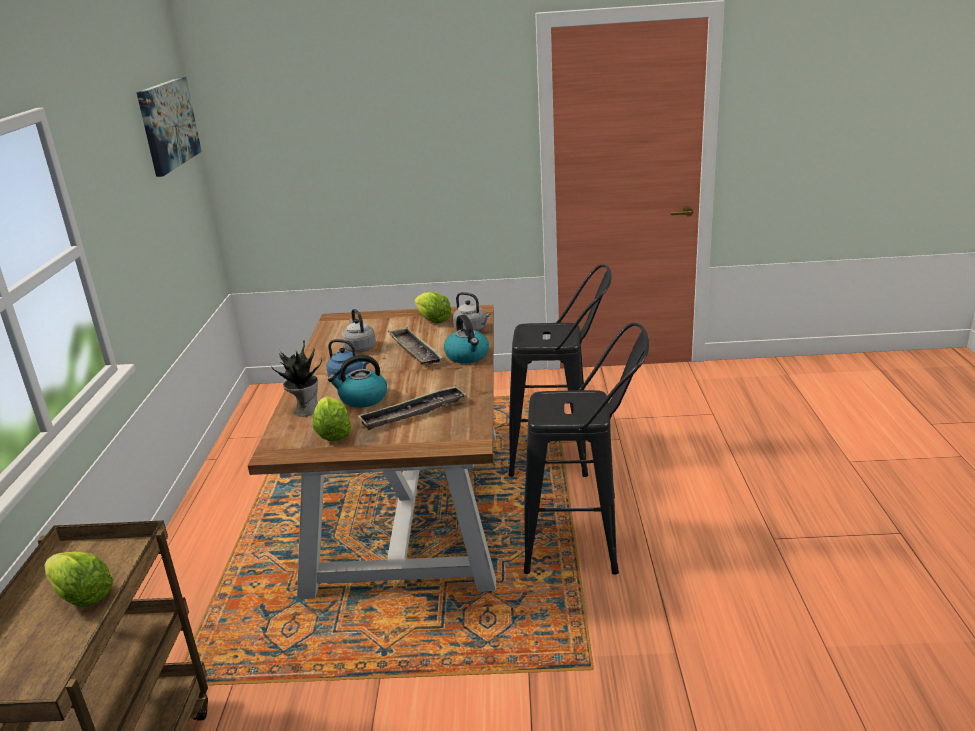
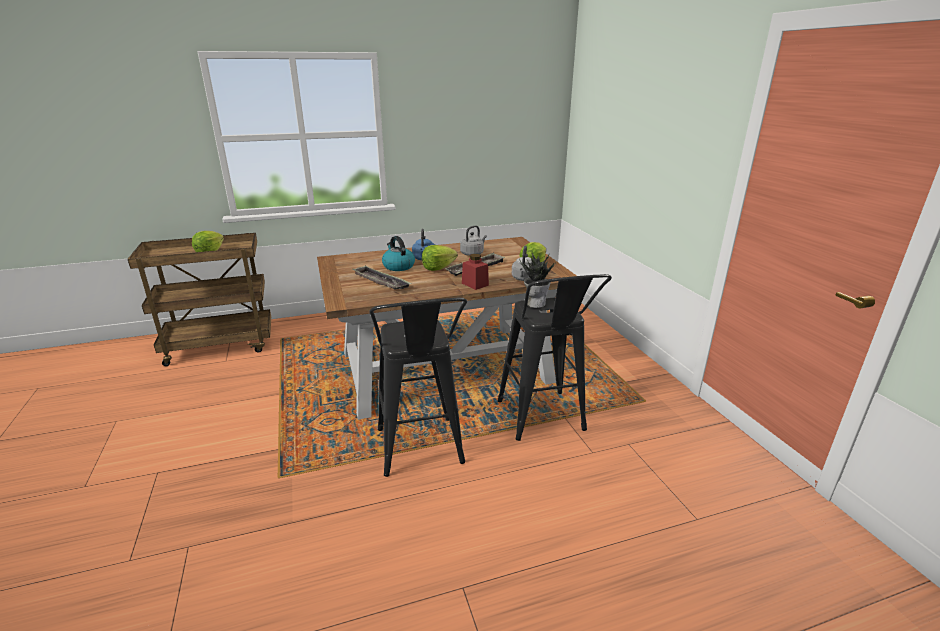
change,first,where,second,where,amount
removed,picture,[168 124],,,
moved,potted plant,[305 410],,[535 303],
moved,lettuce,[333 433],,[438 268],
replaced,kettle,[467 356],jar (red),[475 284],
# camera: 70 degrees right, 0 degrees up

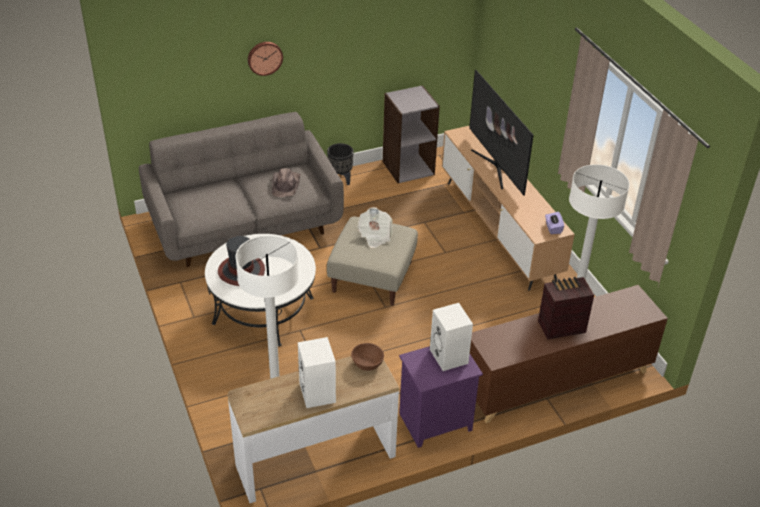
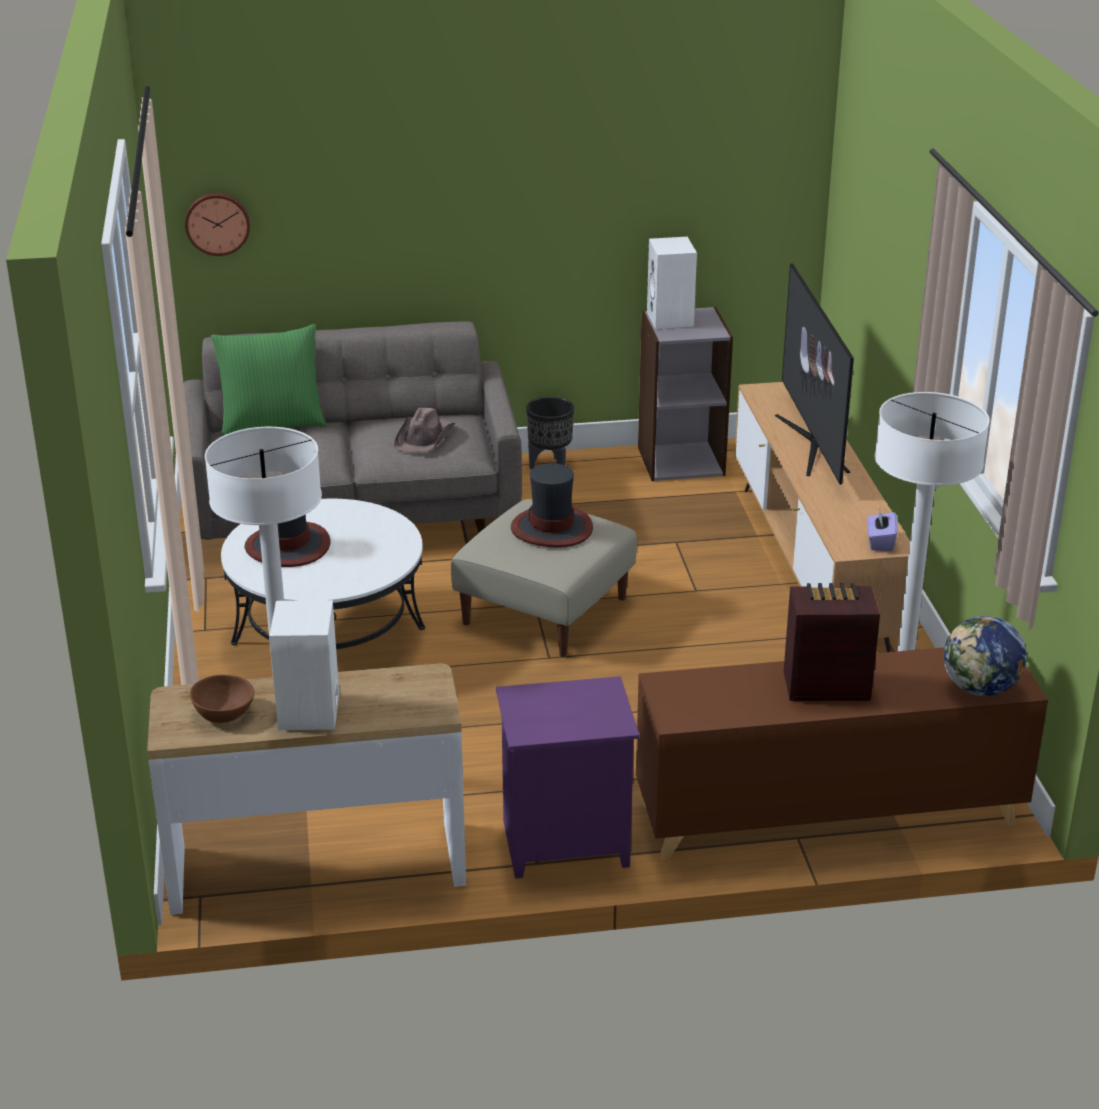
change,first,where,second,where,amount
added,,,pillow (green),[272 424],
added,,,globe,[980 689],
moved,wall clock,[264 57],,[217 223],
moved,bowl (brown),[367 364],,[223 714],
moved,speaker (white),[450 357],,[671 319],
replaced,newspaper,[375 236],hat,[552 528],
# camera: 15 degrees right, 10 degrees down

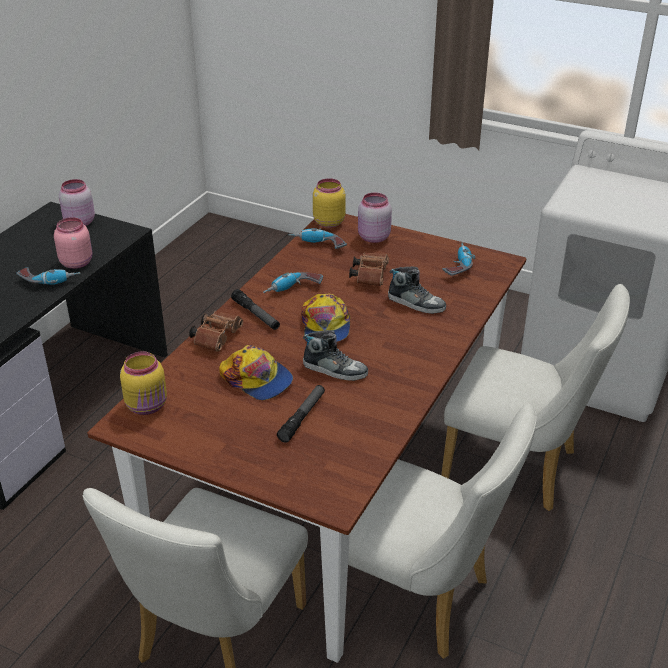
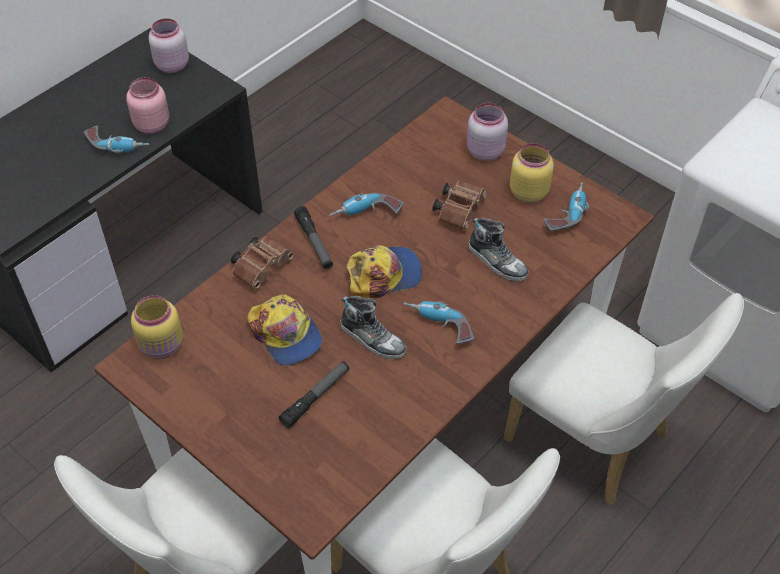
change,first,where,second,where,amount
moved,power drill,[317 246],,[438 326],
moved,jar (yellow),[328 222],,[527 192],
turned,cap,[325 326],,[384 275],120 degrees counterclockwise
# camera: 15 degrees right, 15 degrees up

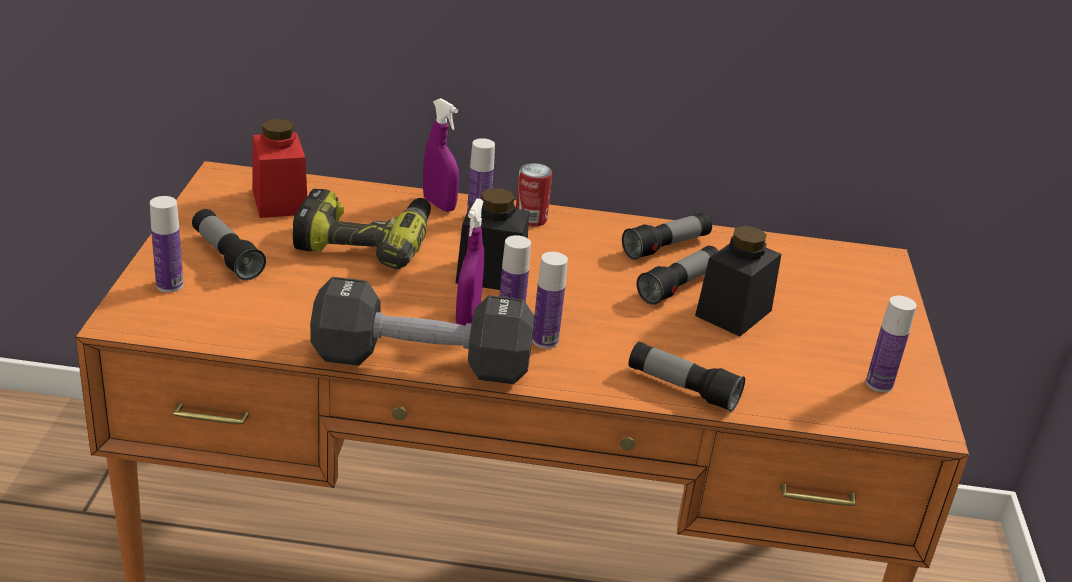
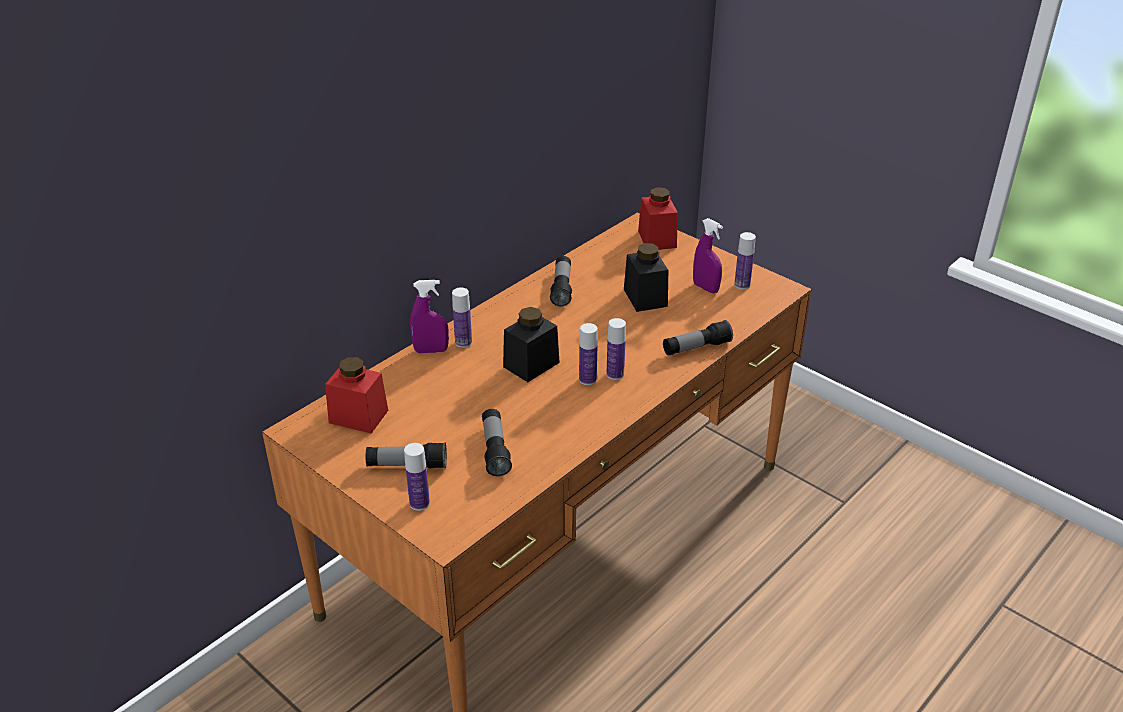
change,first,where,second,where,amount
removed,power drill,[365 241],,,
removed,dumbbell (black),[421 363],,,
removed,can,[531 219],,,
added,,,jar (red),[657 239],
moved,spray bottle (purple),[468 316],,[705 288],
moved,flashlight,[679 286],,[495 450],
# camera: 50 degrees left, 5 degrees up

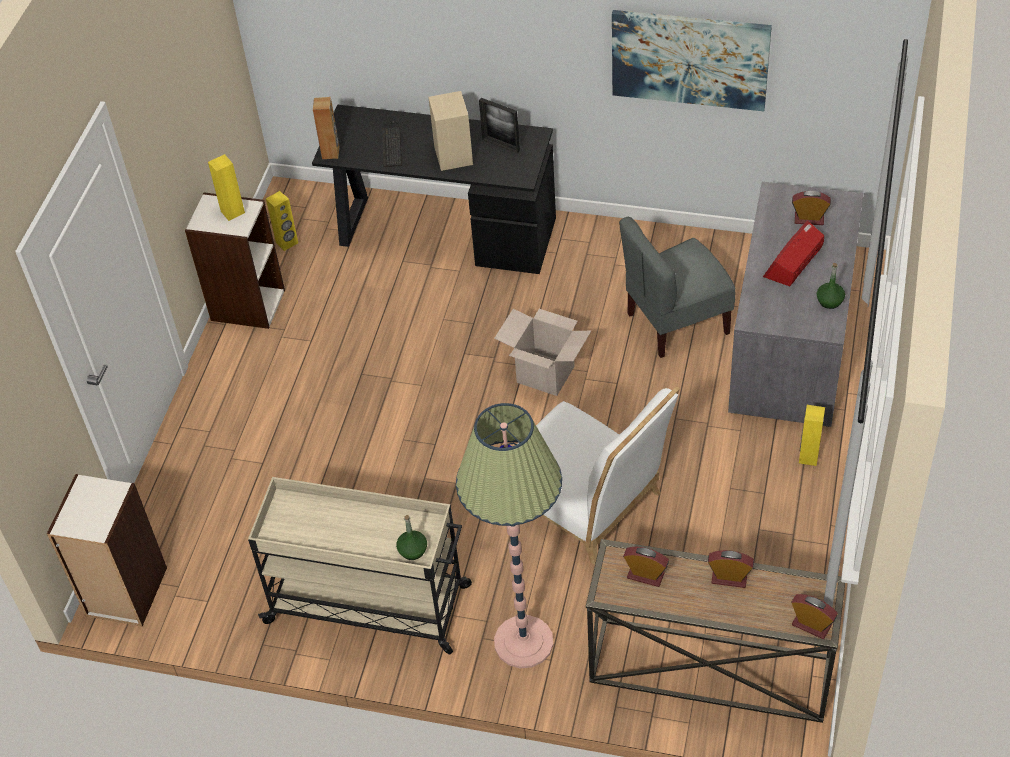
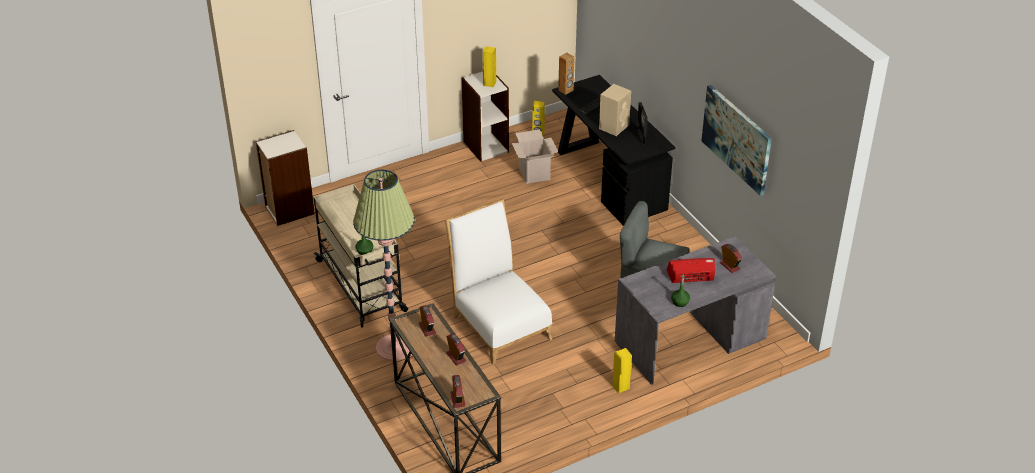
change,first,where,second,where,amount
moved,cardboard box,[545 374],,[534 174],
turned,chair (white),[587 503],,[498 323],150 degrees clockwise
# camera: 45 degrees right, 10 degrees down

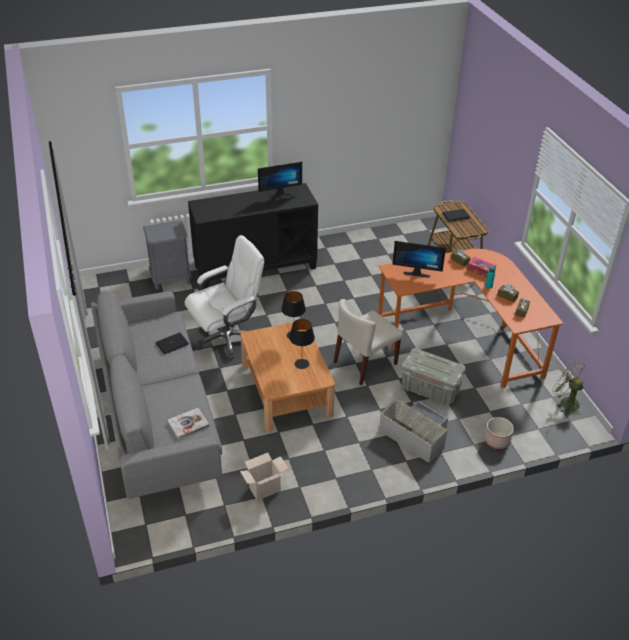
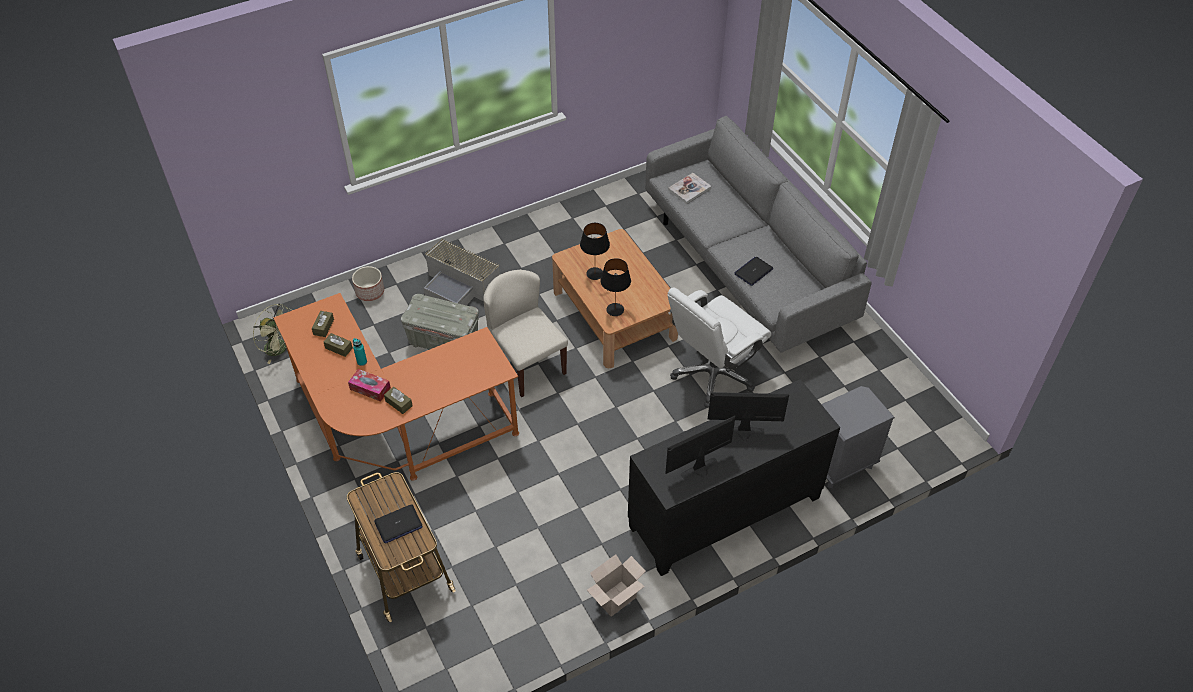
change,first,where,second,where,amount
moved,cardboard box,[265 488],,[616 600],
moved,monitor,[417 272],,[744 434],
turned,chair (beige),[365 363],,[526 364],75 degrees counterclockwise
# camera: 170 degrees right, 10 degrees up

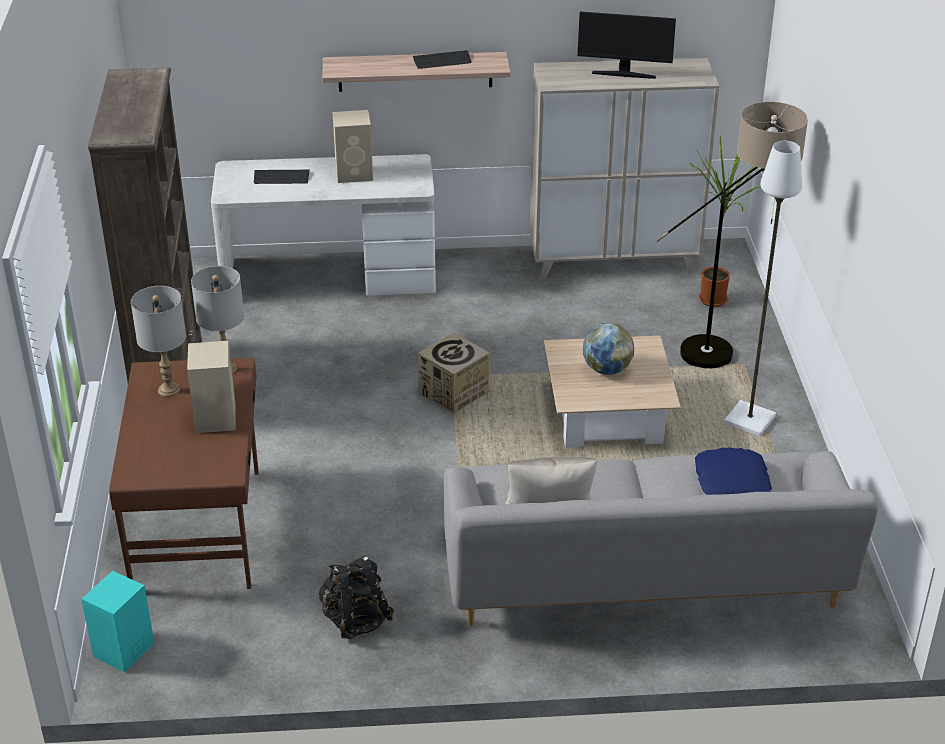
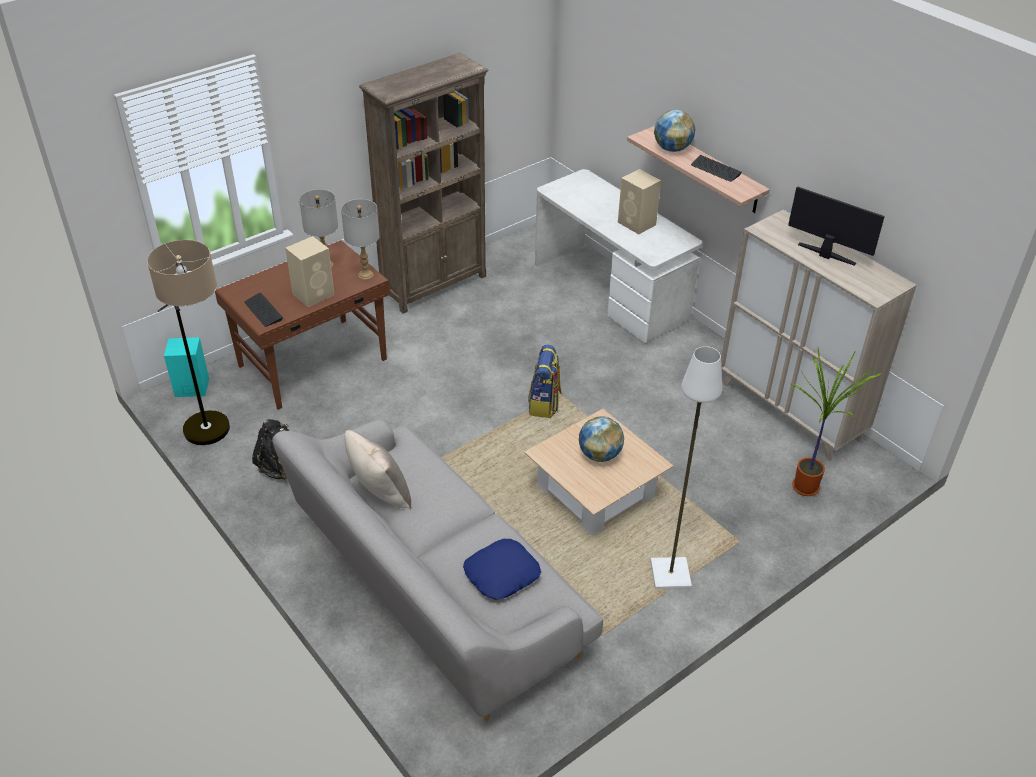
change,first,where,second,where,amount
added,,,globe,[672 149],
moved,keyboard,[281 178],,[263 311],
moved,floor lamp,[727 352],,[215 439],
replaced,cardboard box,[454 393],backpack,[544 404],
turned,monitor,[624 74],,[825 255],150 degrees clockwise
# camera: 55 degrees right, 5 degrees up

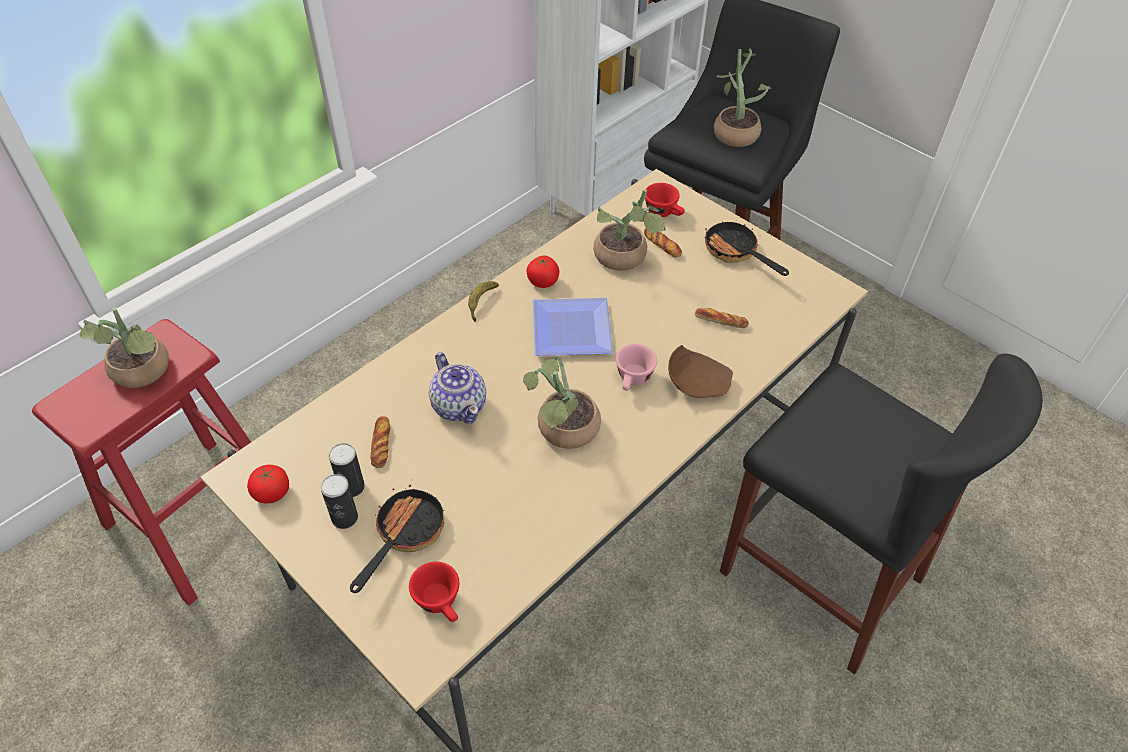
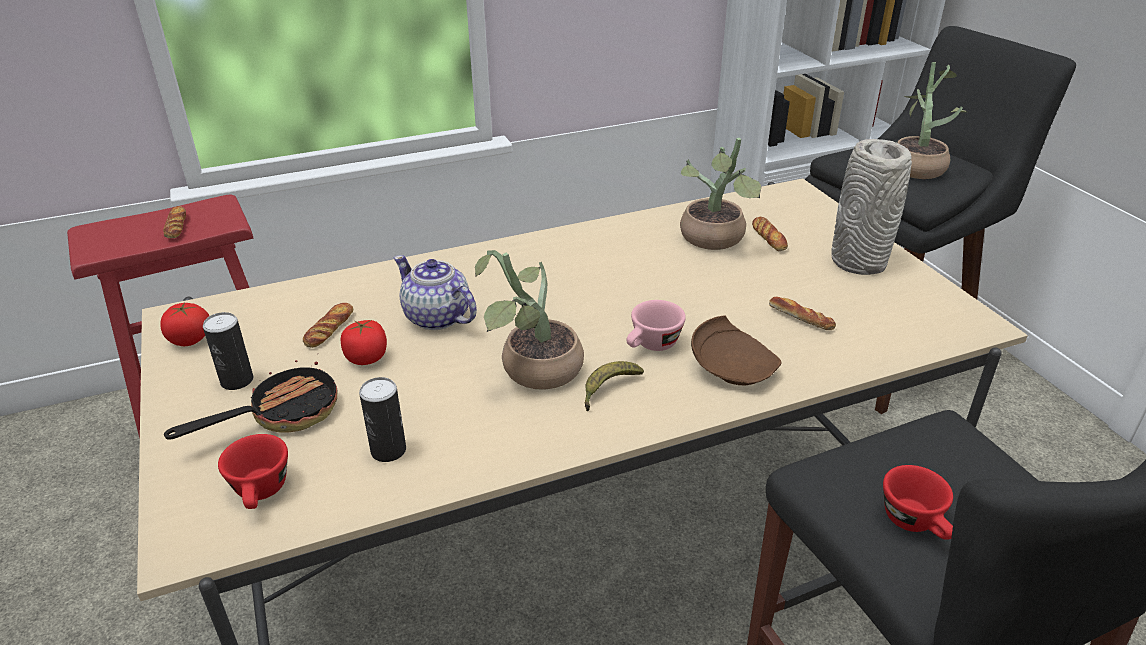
change,first,where,second,where,amount
removed,plate,[569 332],,,
moved,can,[351 487],,[388 450],
moved,banana,[481 303],,[608 389],
moved,tomato,[543 281],,[367 358],
moved,cup (red),[664 213],,[916 523],
replaced,potted plant,[143 374],bread,[176 226],
replaced,frying pan,[735 253],vase (grey),[858 262],
turned,teapot,[459 405],,[437 318],135 degrees clockwise
# camera: 25 degrees right, 15 degrees down

